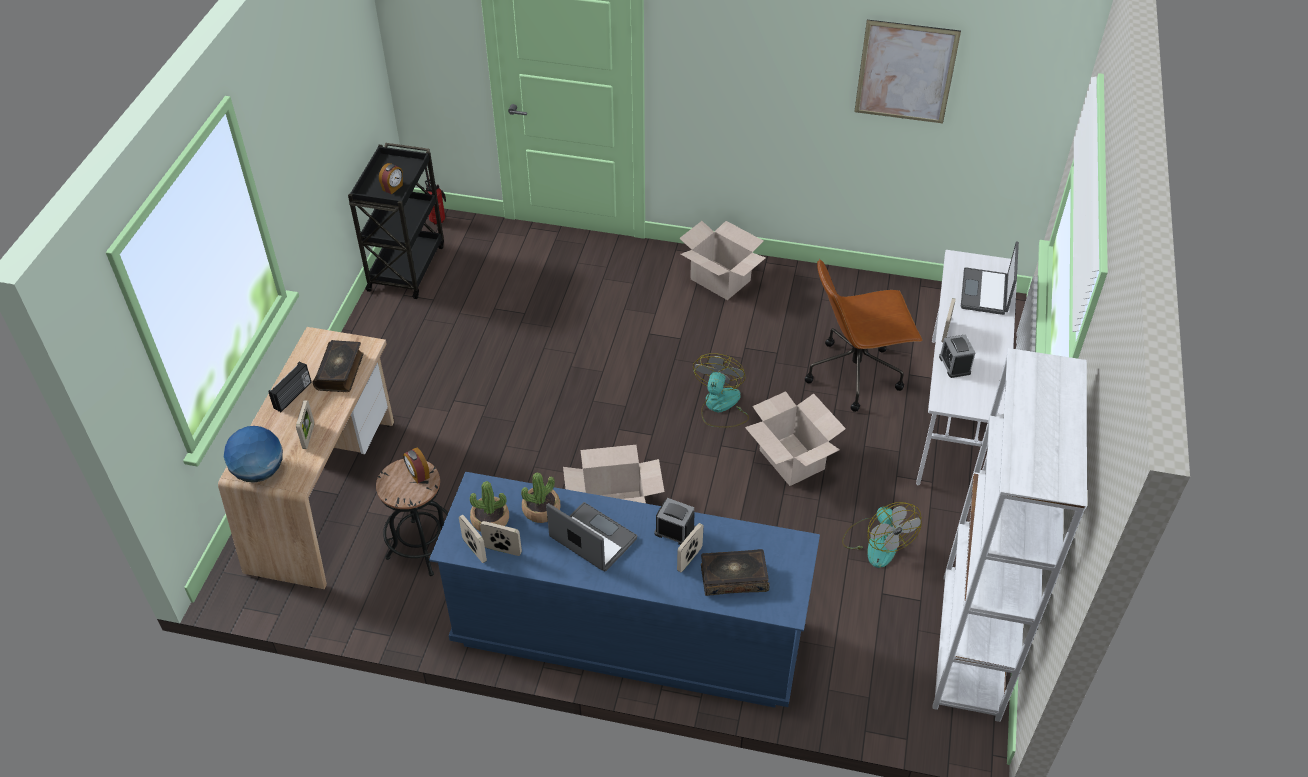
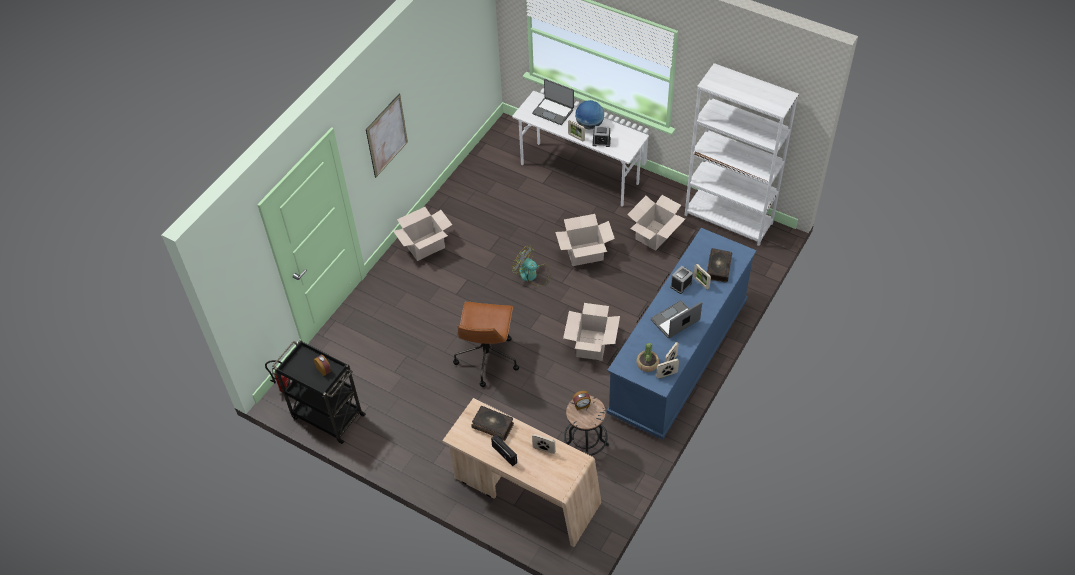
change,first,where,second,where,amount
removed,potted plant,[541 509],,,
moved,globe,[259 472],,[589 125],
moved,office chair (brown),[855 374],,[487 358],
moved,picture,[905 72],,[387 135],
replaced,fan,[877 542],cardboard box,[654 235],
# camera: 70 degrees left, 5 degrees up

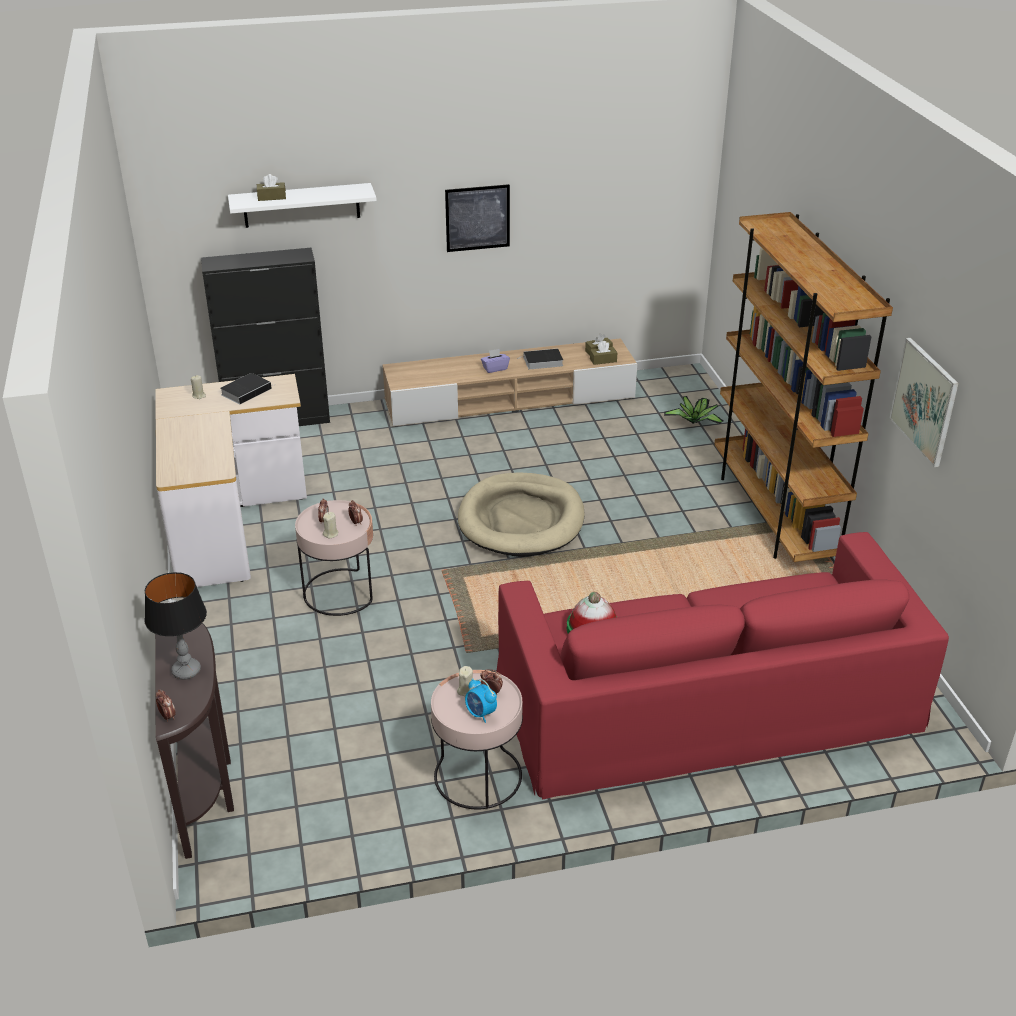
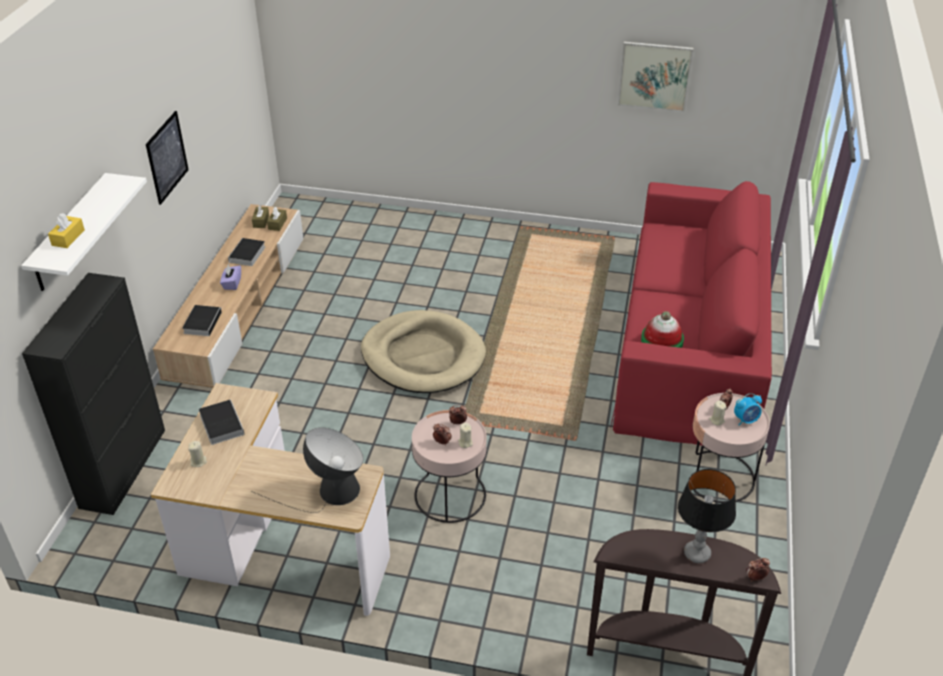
change,first,where,second,where,amount
removed,potted plant,[694 421],,,
removed,bookcase (brown),[773 514],,,
added,,,book,[202 322],
added,,,table lamp,[332 492],
recoloured,tissue box (brown),[271 197],tissue box (yellow),[68 238],
# camera: 65 degrees left, 5 degrees up

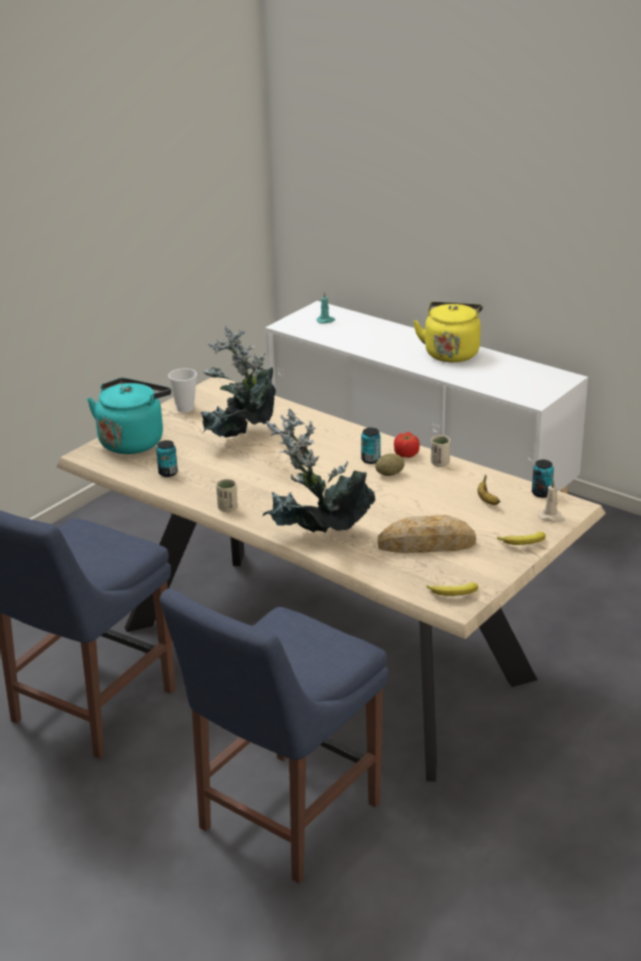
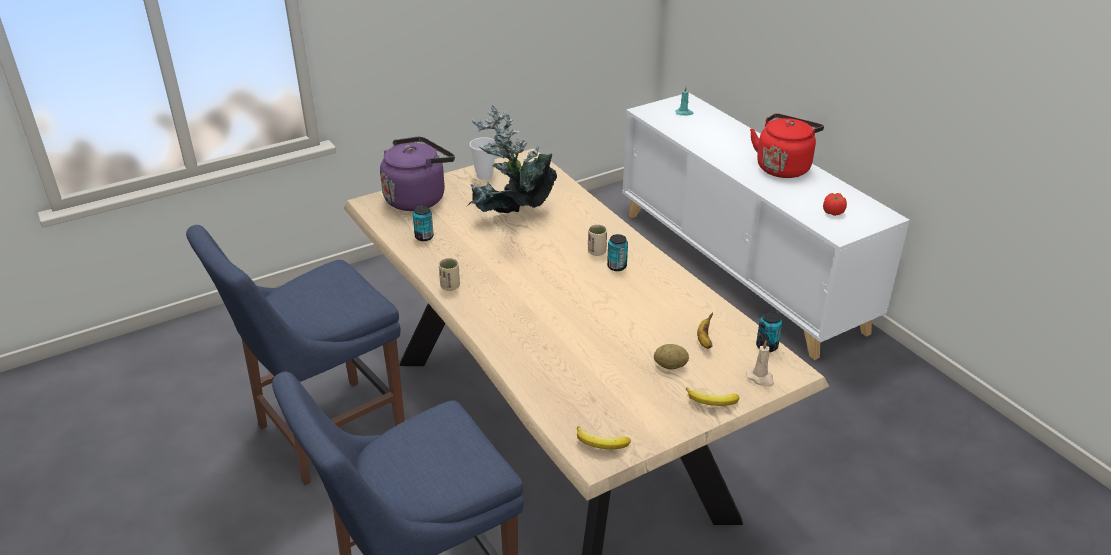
change,first,where,second,where,amount
removed,potted plant,[316 538],,,
removed,bread,[426 544],,,
moved,potato,[389 474],,[670 366],
moved,tomato,[406 454],,[833 212],
moved,cup (beige),[440 463],,[597 252],
recoloured,kettle (turquoise),[133 441],kettle (purple),[418 198],
recoloured,kettle (yellow),[451 353],kettle (red),[783 167],
# camera: 20 degrees right, 5 degrees up

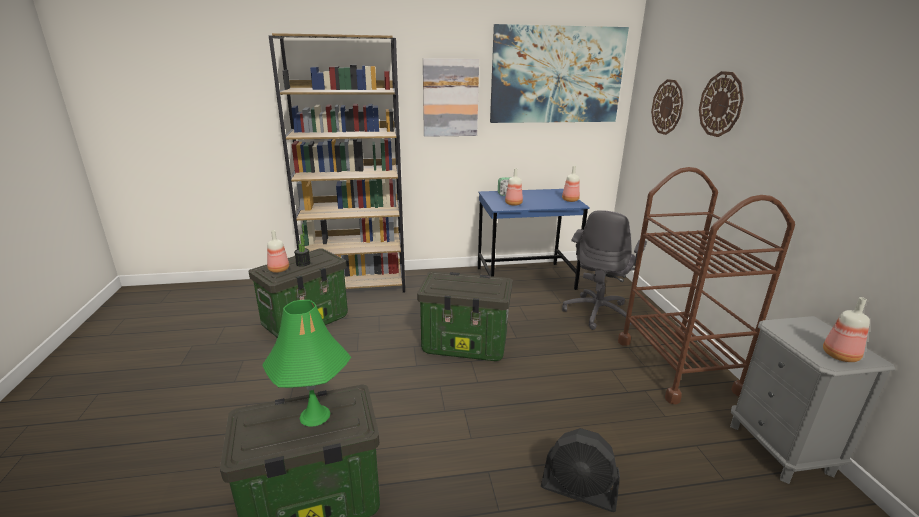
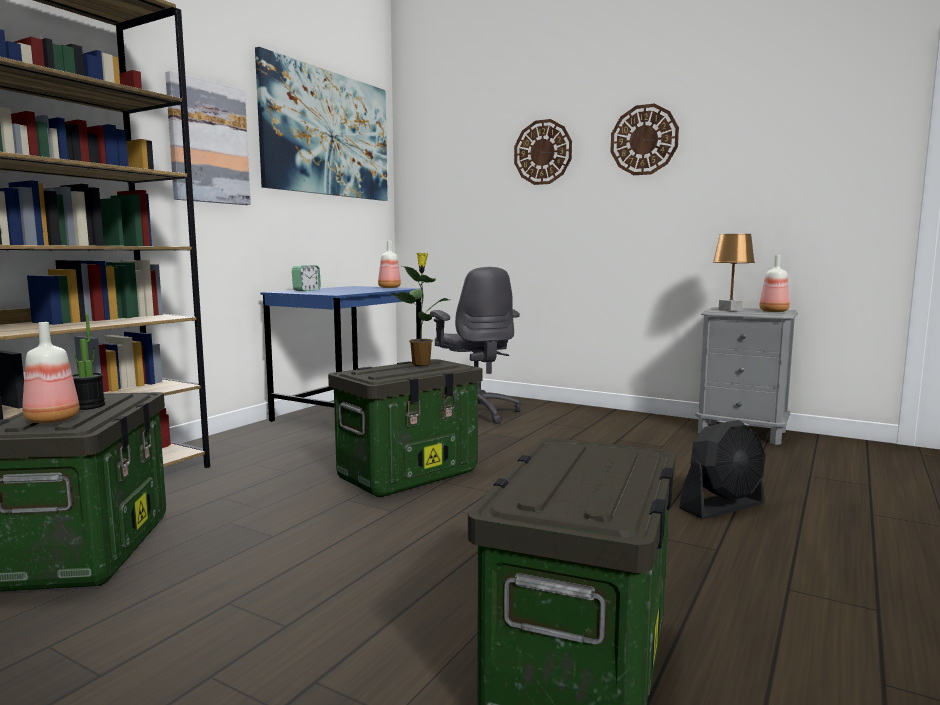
change,first,where,second,where,amount
removed,table lamp (green),[315 415],,,
removed,bottle,[514 204],,,
removed,cart (brown),[677 366],,,
added,,,potted plant,[421 363],
added,,,table lamp (brown),[730 310],
moved,wall clock,[667 107],,[644 140],
# camera: 50 degrees left, 15 degrees down

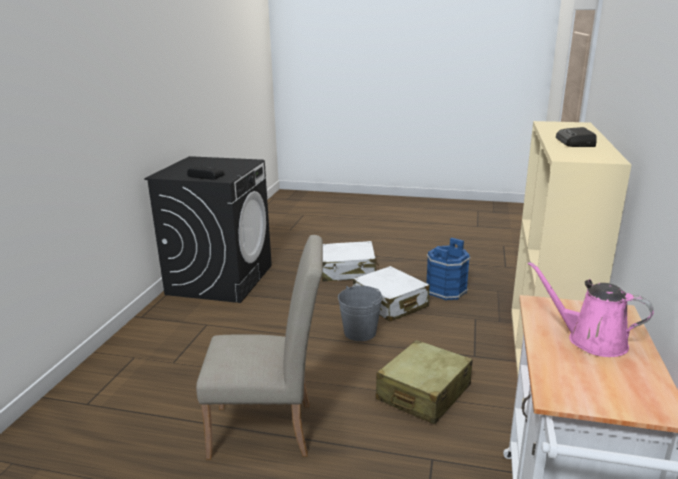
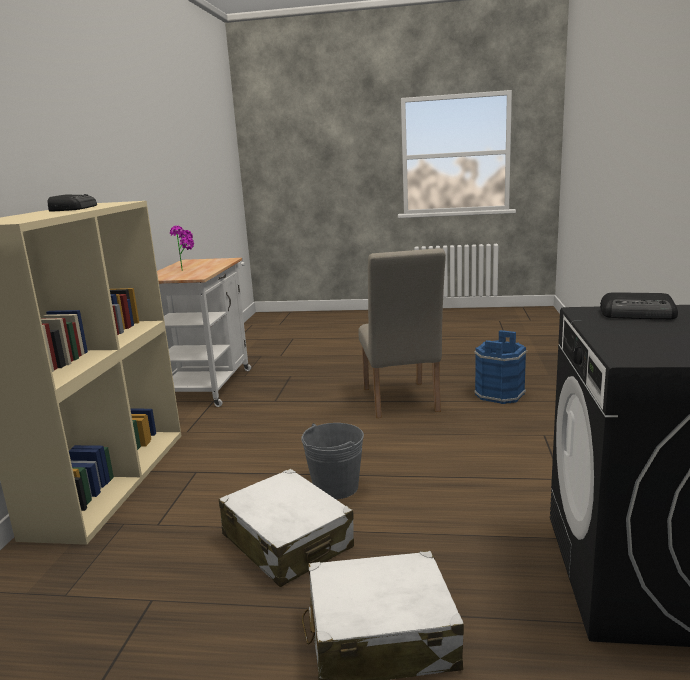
change,first,where,second,where,amount
removed,suitcase (beige),[423 393],,,
moved,bucket (blue),[446 291],,[499 394],
replaced,watering can (pink),[590 340],potted plant,[188 269],
turned,chair (beige),[271 430],,[401 402],90 degrees counterclockwise
# camera: 175 degrees right, 5 degrees down

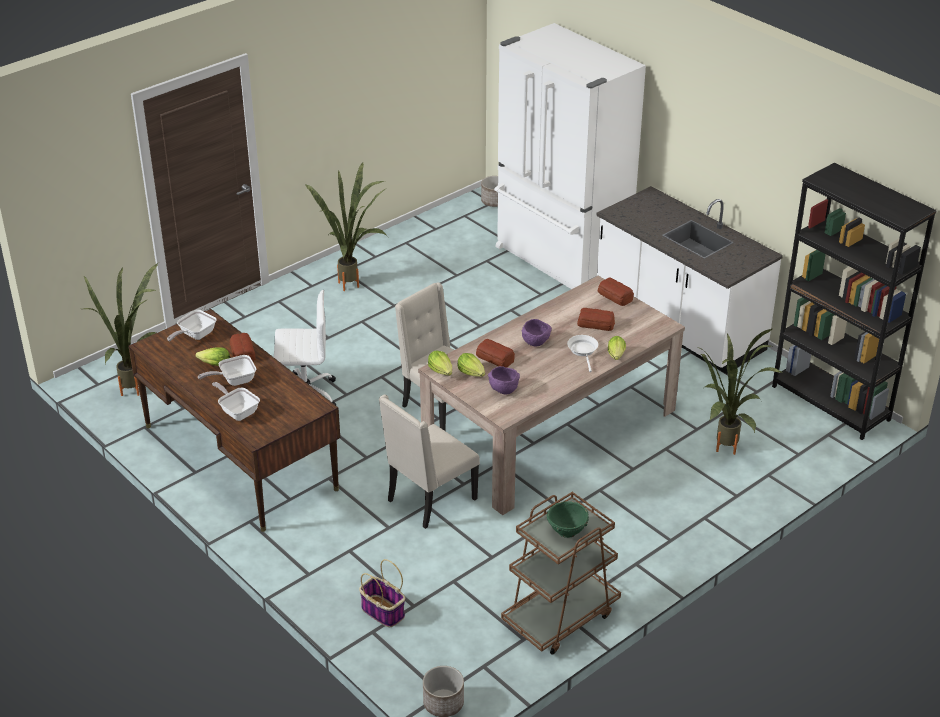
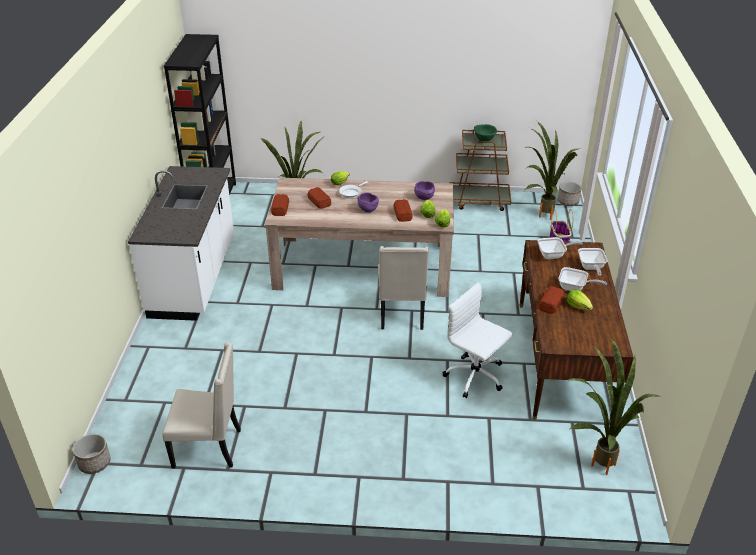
change,first,where,second,where,amount
removed,fridge (white),[560 259],,,
moved,frying pan,[195 335],,[554 255],
moved,potted plant,[355 284],,[541 213],
moved,chair (beige),[430 500],,[209 447],
# camera: 135 degrees left, 0 degrees up

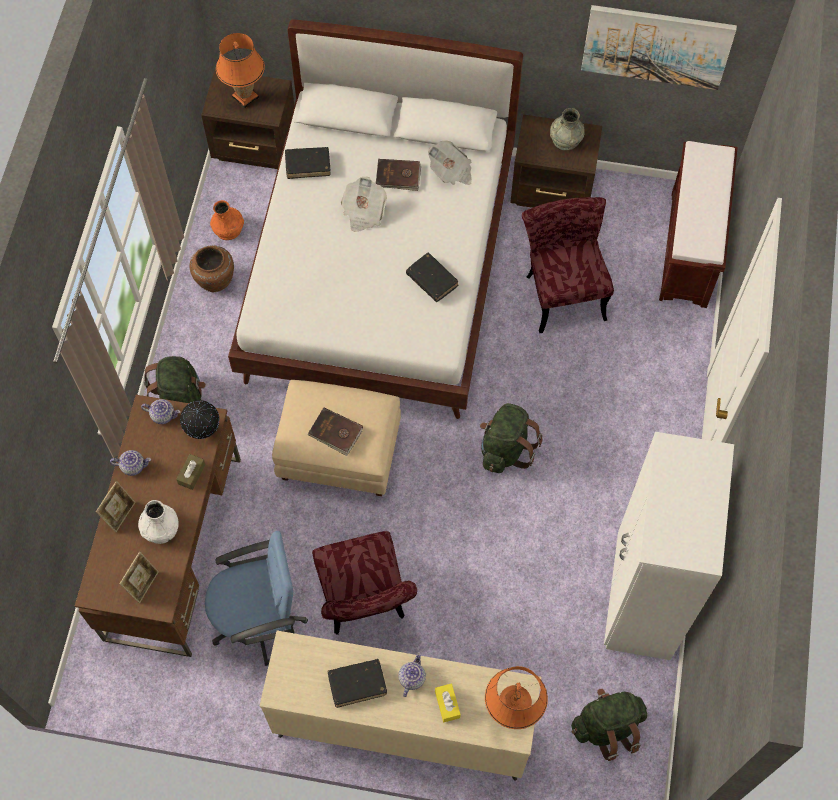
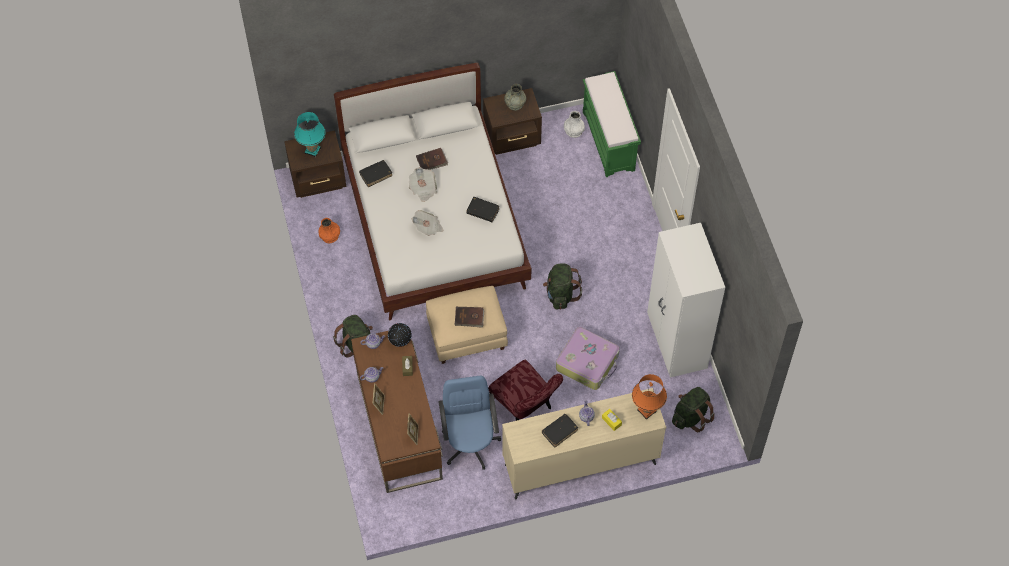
change,first,where,second,where,amount
removed,vase (brown),[215 280],,,
removed,chair (red),[562 289],,,
removed,picture,[656 46],,,
added,,,suitcase,[588 362],
moved,vase (white),[161 529],,[574 131],
moved,newspaper,[451 171],,[428 227],
recoloured,table lamp (orange),[245 97],table lamp (turquoise),[313 150],
recoloured,bench (brown),[689 250],bench (green),[609 141],
turned,office chair (blue),[259 618],,[470 443],60 degrees counterclockwise
# camera: 25 degrees left, 5 degrees down

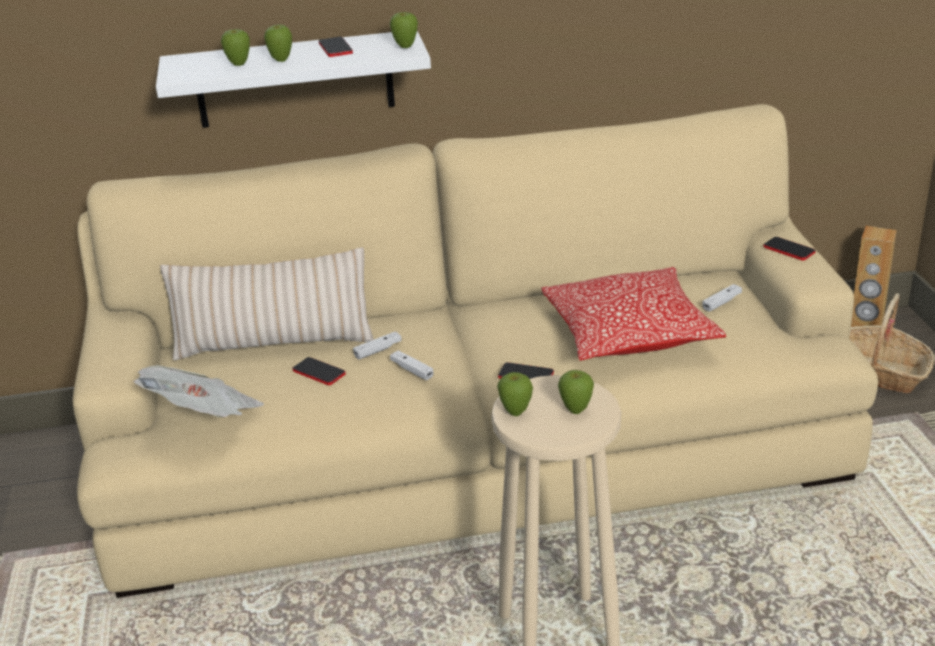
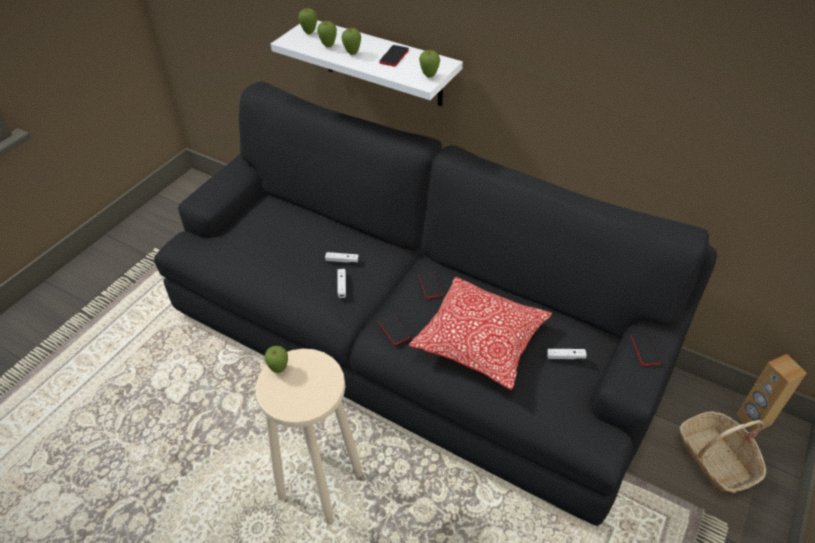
change,first,where,second,where,amount
removed,newspaper,[205 416],,,
removed,pillow (beige),[274 343],,,
moved,phone,[319 372],,[430 285],
moved,apple,[576 410],,[309 33],
recoloured,sofa (beige),[474 452],sofa (black),[409 340],
# camera: 40 degrees right, 15 degrees up

